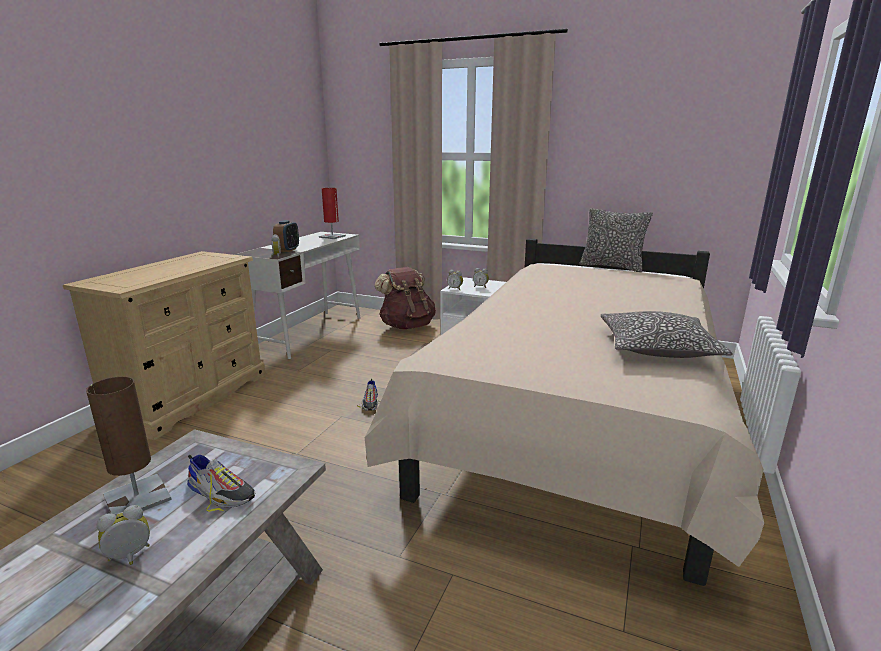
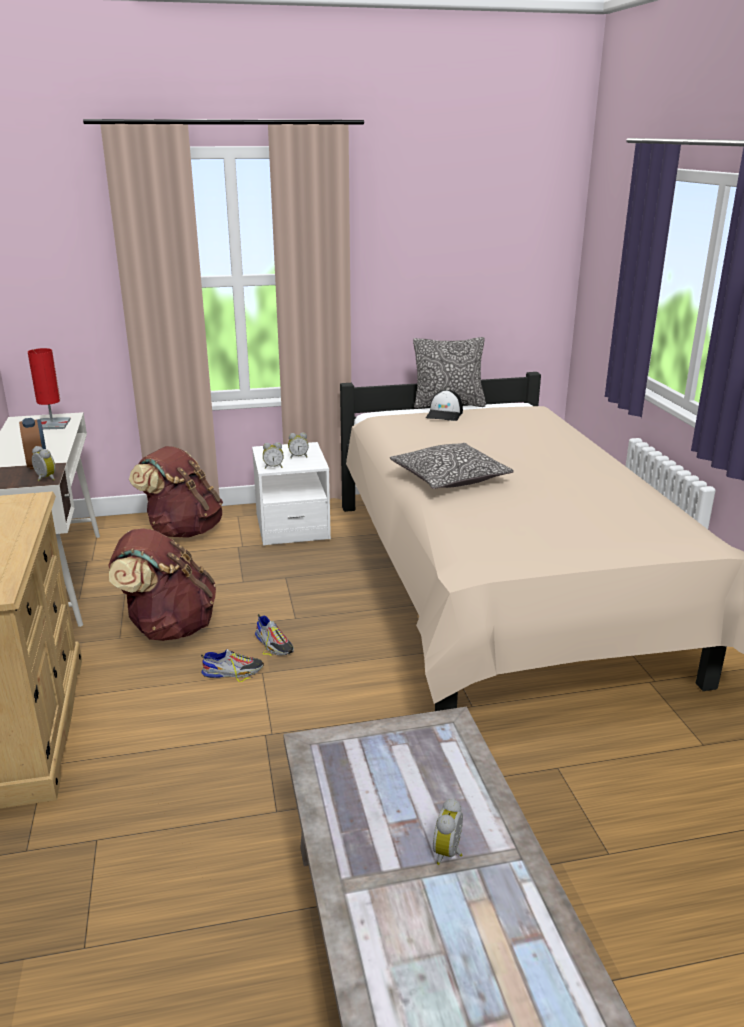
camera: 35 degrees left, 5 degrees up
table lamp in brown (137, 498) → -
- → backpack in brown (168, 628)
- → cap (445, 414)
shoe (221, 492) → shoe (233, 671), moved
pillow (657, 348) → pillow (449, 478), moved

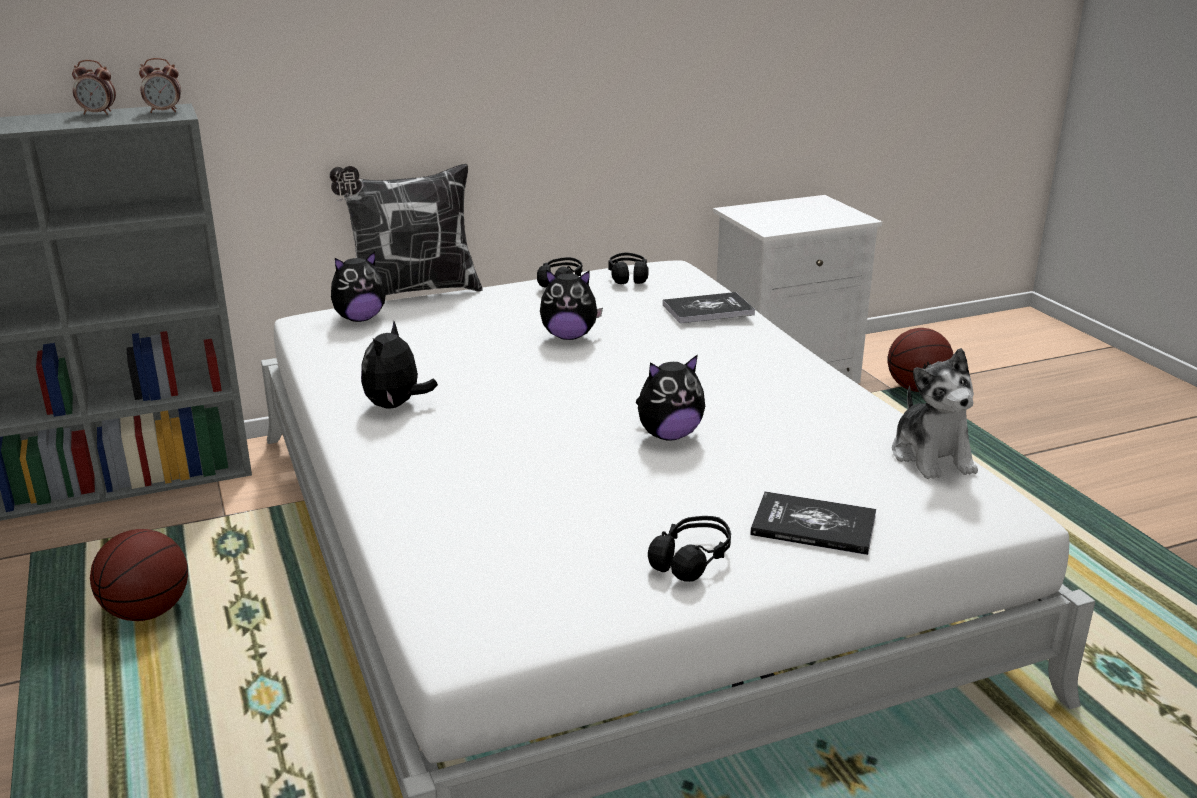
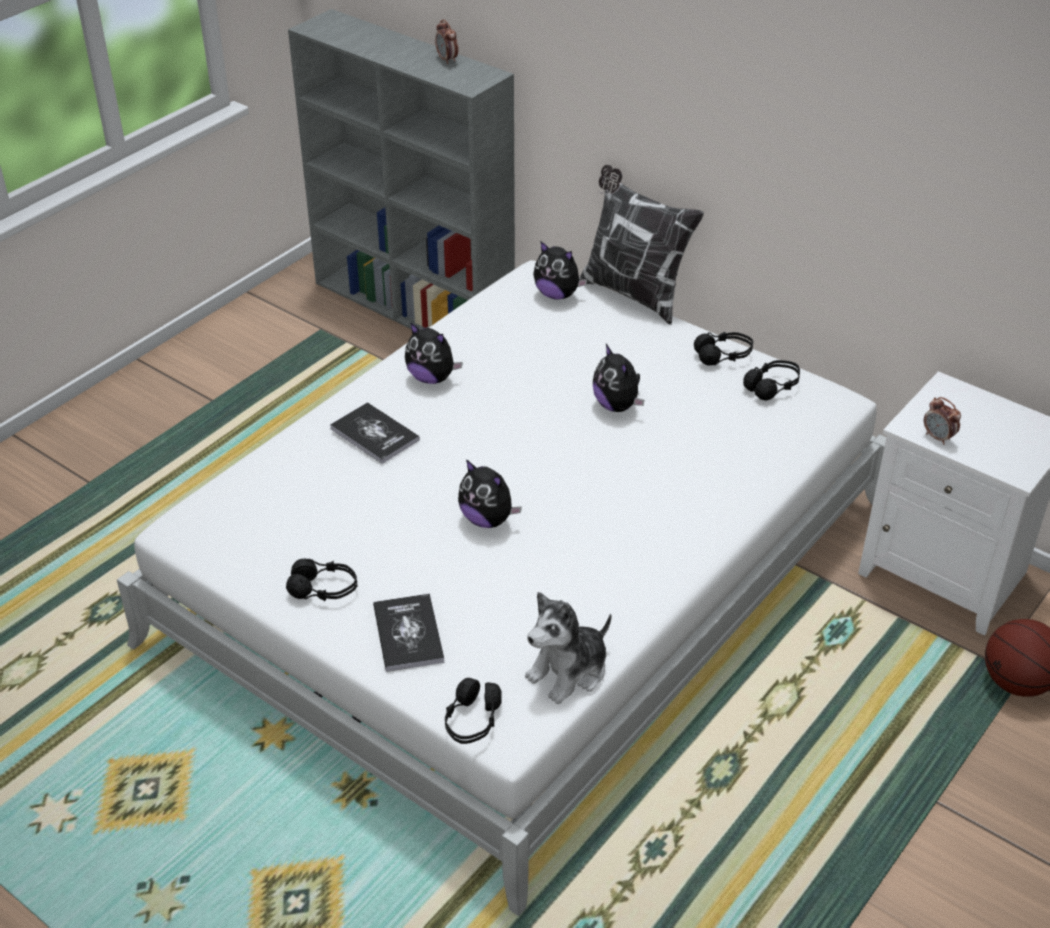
camera: 60 degrees right, 15 degrees up
basketball (147, 612) → -
- → headphones in black (472, 721)
alarm clock (164, 111) → alarm clock (938, 437), moved
book (708, 310) → book (374, 434), moved
plush toy (396, 406) → plush toy (432, 378), 135 degrees counterclockwise

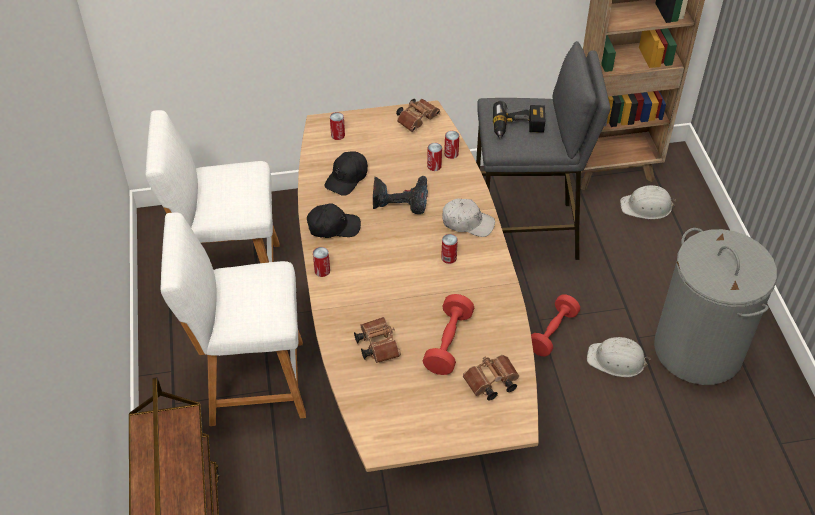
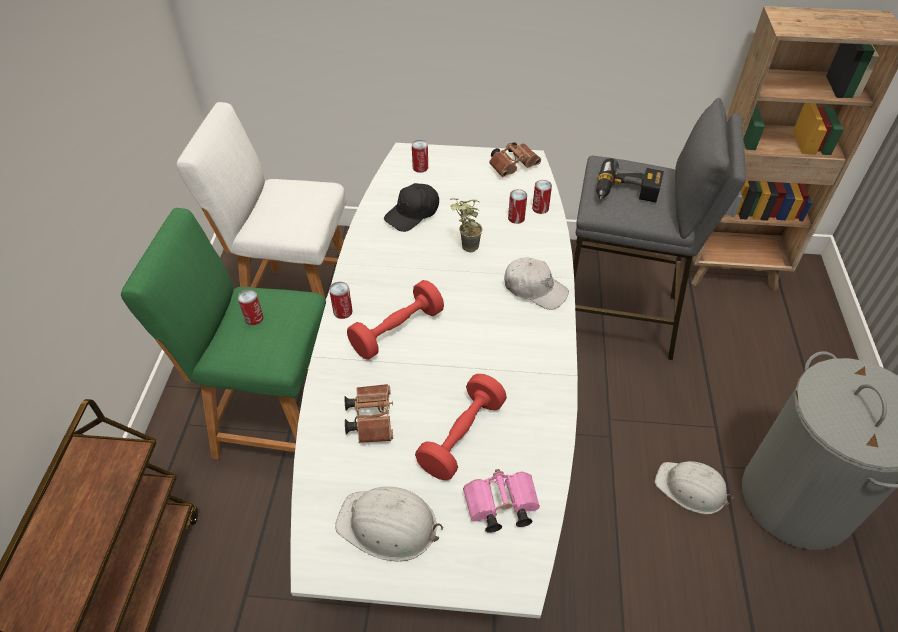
camera: 15 degrees right, 0 degrees up
cap in black (333, 227) → -
can (449, 257) → can (254, 318), moved
dumbbell in red (552, 332) → dumbbell in red (397, 331), moved
hard hat in white (646, 207) → hard hat in white (388, 525), moved
power drill (400, 199) → potted plant (464, 247)
stool in white (250, 382) → stool in green (272, 419)
dining table in brown (407, 356) → dining table in white (449, 428)
binoculars in brown (490, 383) → binoculars in pink (499, 507)

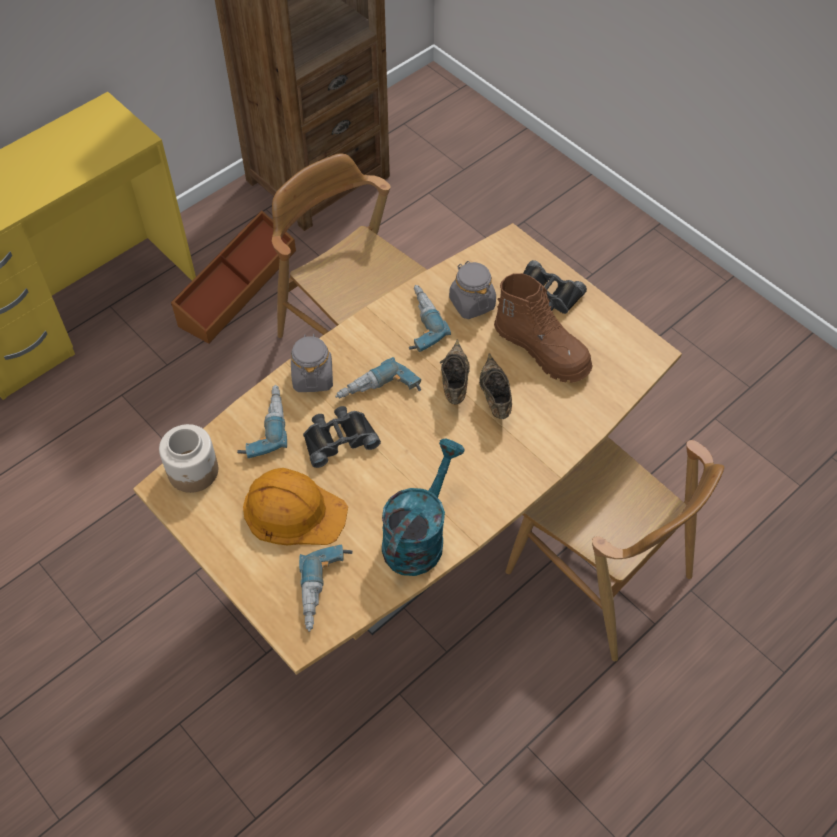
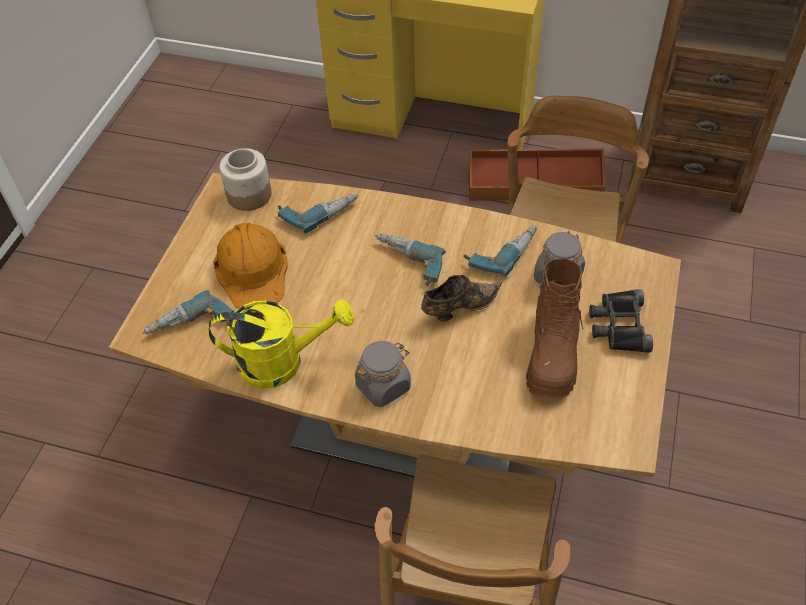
camera: 60 degrees right, 5 degrees down
binoculars in black (338, 438) → -
shoe in brown (494, 398) → -
jar in grey (312, 377) → jar in grey (383, 385), moved
watering can in turquoise (418, 536) → watering can in yellow (282, 362)

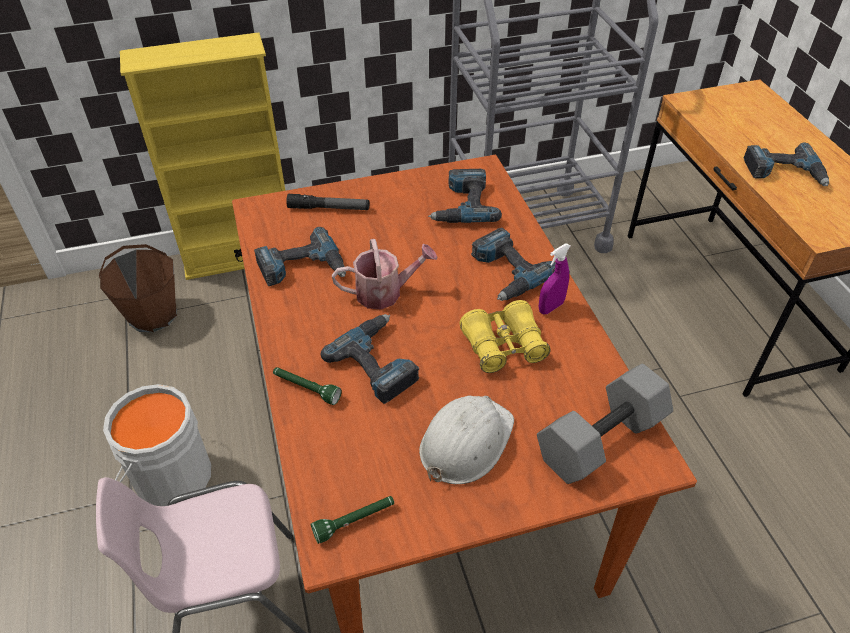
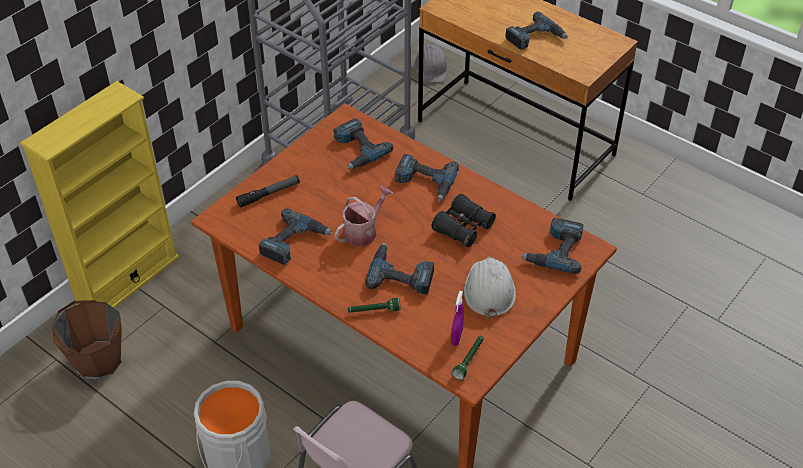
camera: 35 degrees left, 0 degrees up
- → hard hat in grey (431, 68)
spray bottle in purple (551, 307) → spray bottle in purple (456, 337), moved
dumbbell in grey (600, 437) → power drill (555, 250)
binoculars in yellow (503, 346) → binoculars in black (463, 228)

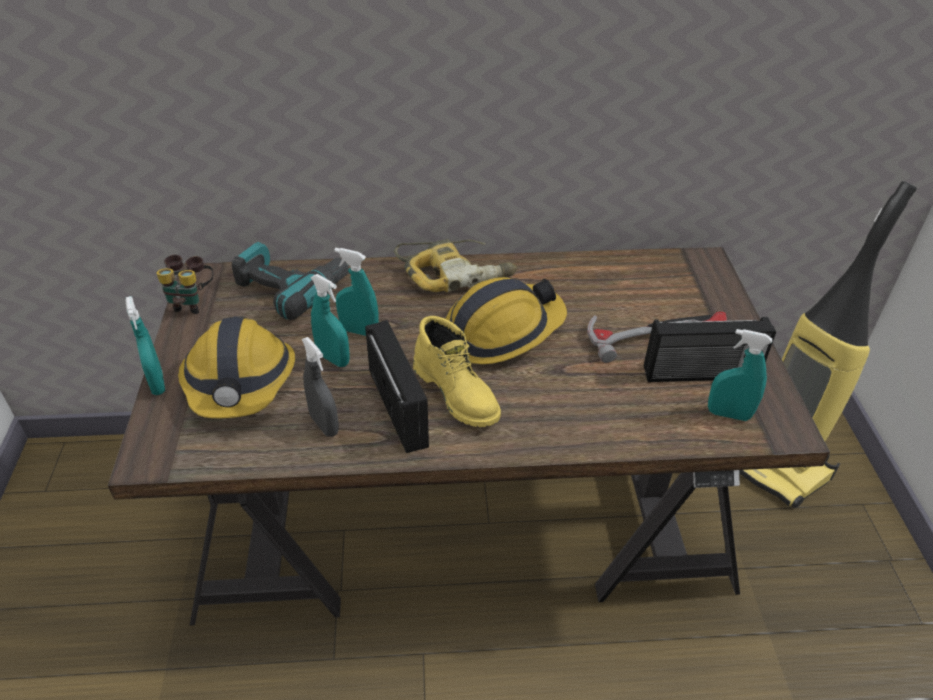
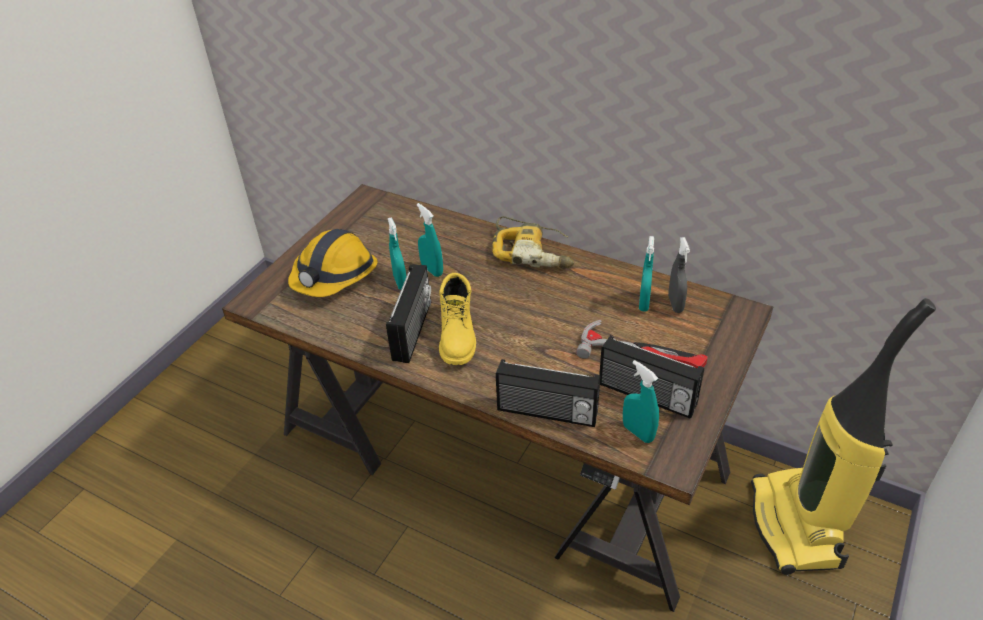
camera: 35 degrees right, 0 degrees up
binoculars (191, 302) → -
power drill (292, 287) → -
hard hat (502, 331) → -
- → radio (547, 413)
spray bottle in turquoise (157, 383) → spray bottle in turquoise (644, 303), moved
spray bottle in grey (324, 425) → spray bottle in grey (675, 304), moved

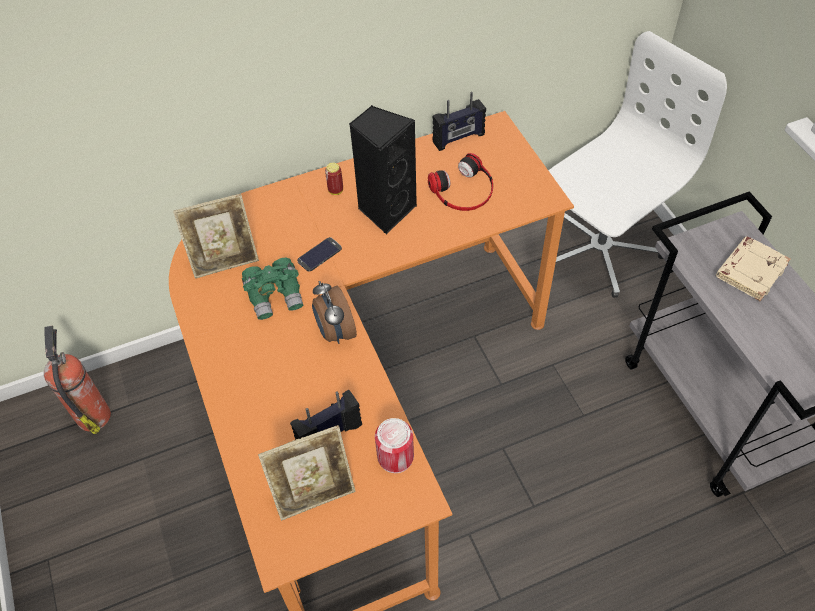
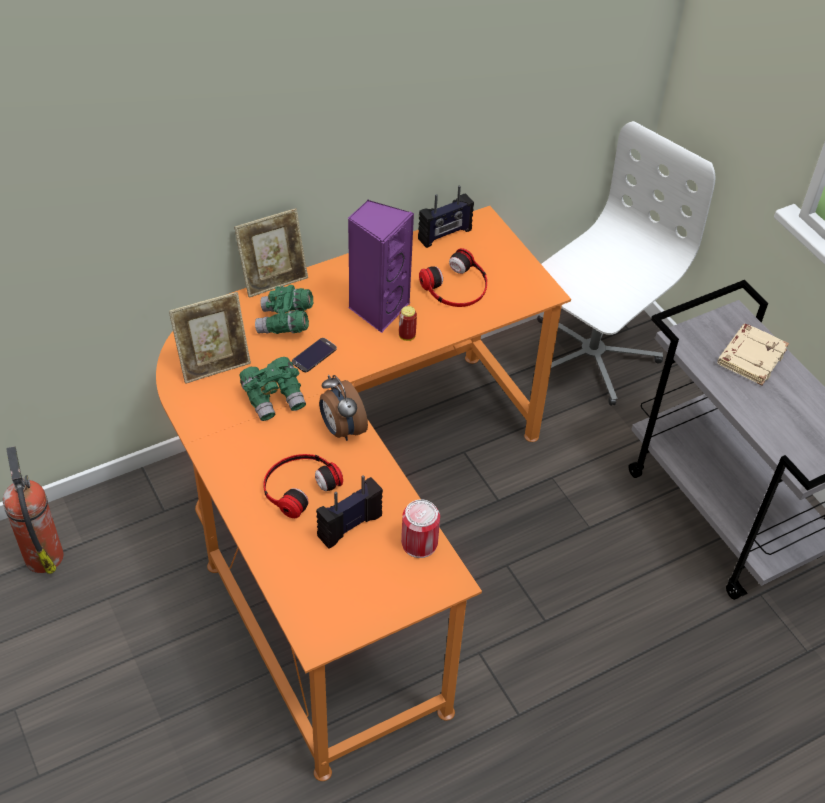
camera: 10 degrees left, 5 degrees down
- → binoculars in green (285, 323)
- → headphones (298, 486)
picture frame (314, 492) → picture frame (274, 280), moved
can (335, 190) → can (407, 336), moved
speaker in black (385, 210) → speaker in purple (377, 309)

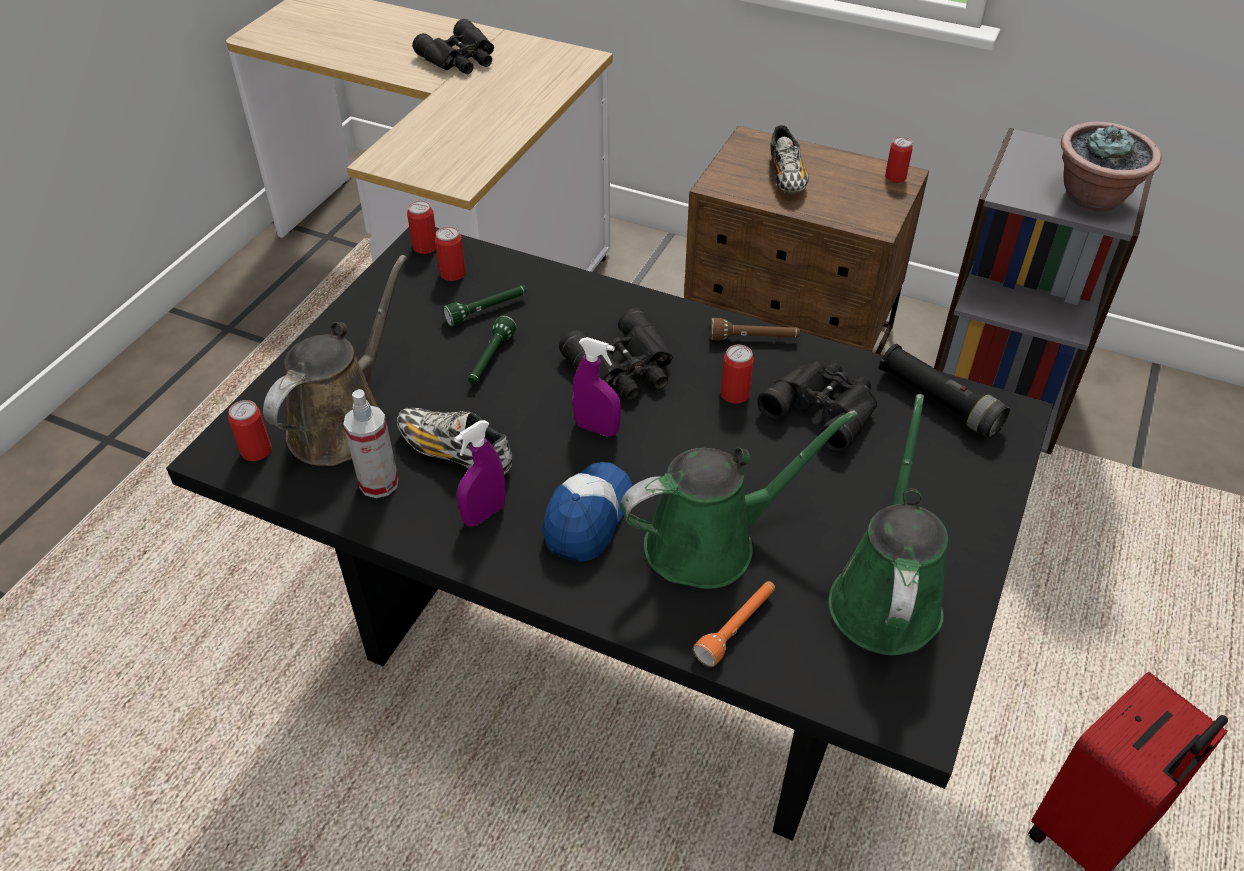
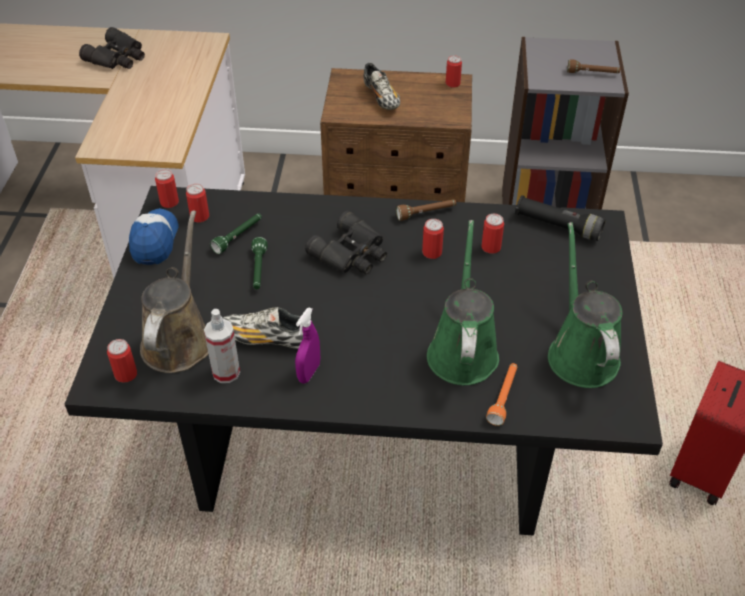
camera: 20 degrees left, 0 degrees up
spray bottle in purple (597, 428) → -
cap (588, 517) → cap (154, 241), moved
binoculars in black (823, 408) → can (491, 247)
potted plant (1093, 198) → flashlight in brown (592, 73)
watering can in green (710, 543) → watering can in green (462, 350), 45 degrees counterclockwise

